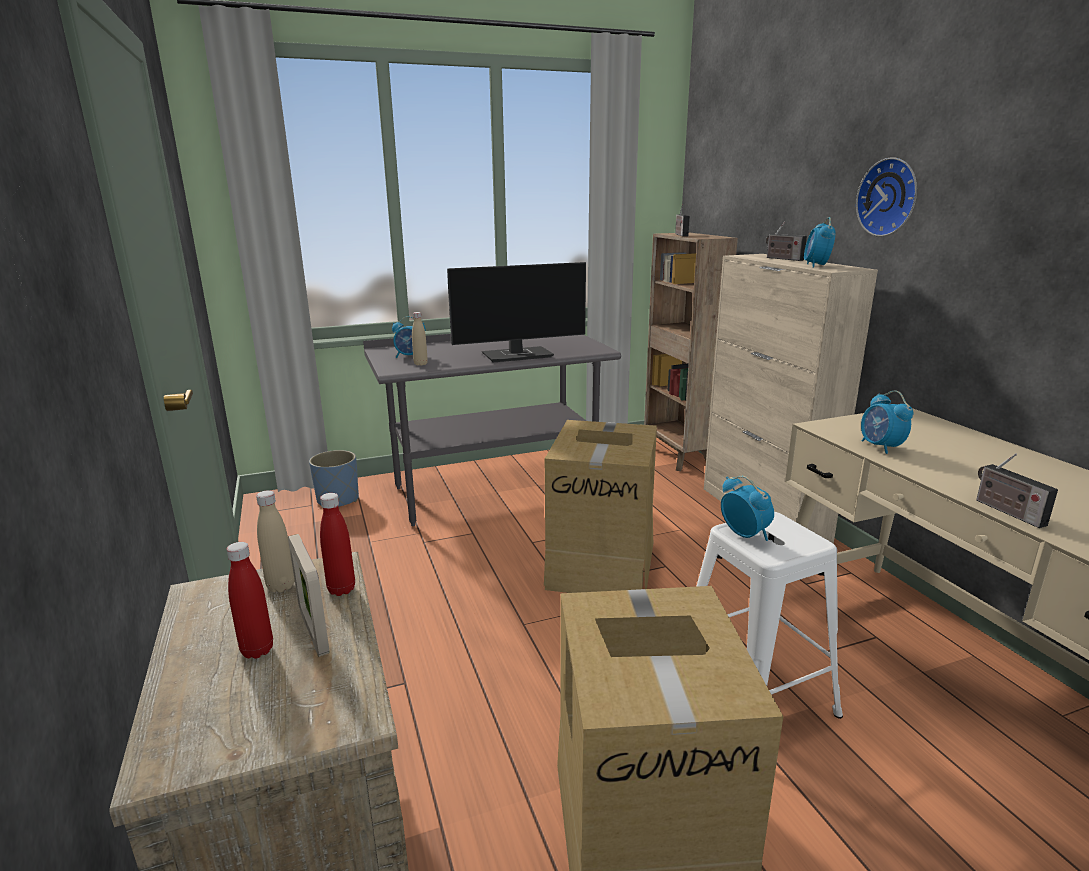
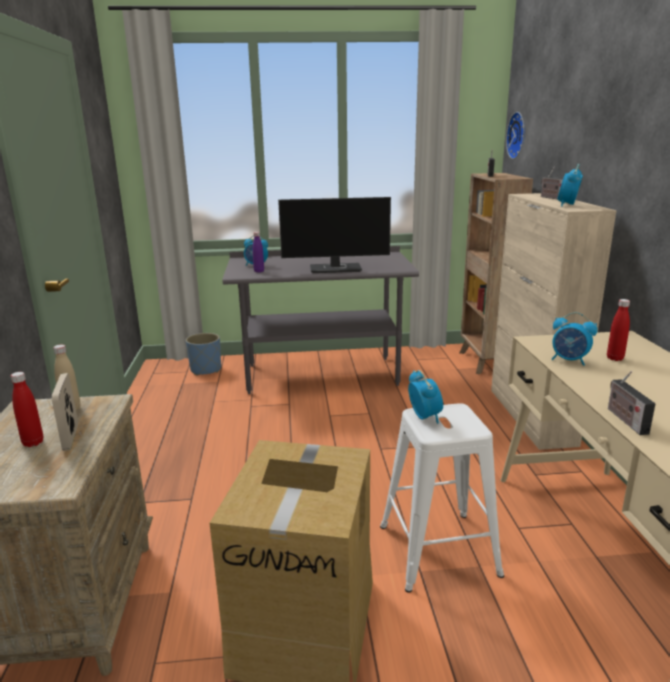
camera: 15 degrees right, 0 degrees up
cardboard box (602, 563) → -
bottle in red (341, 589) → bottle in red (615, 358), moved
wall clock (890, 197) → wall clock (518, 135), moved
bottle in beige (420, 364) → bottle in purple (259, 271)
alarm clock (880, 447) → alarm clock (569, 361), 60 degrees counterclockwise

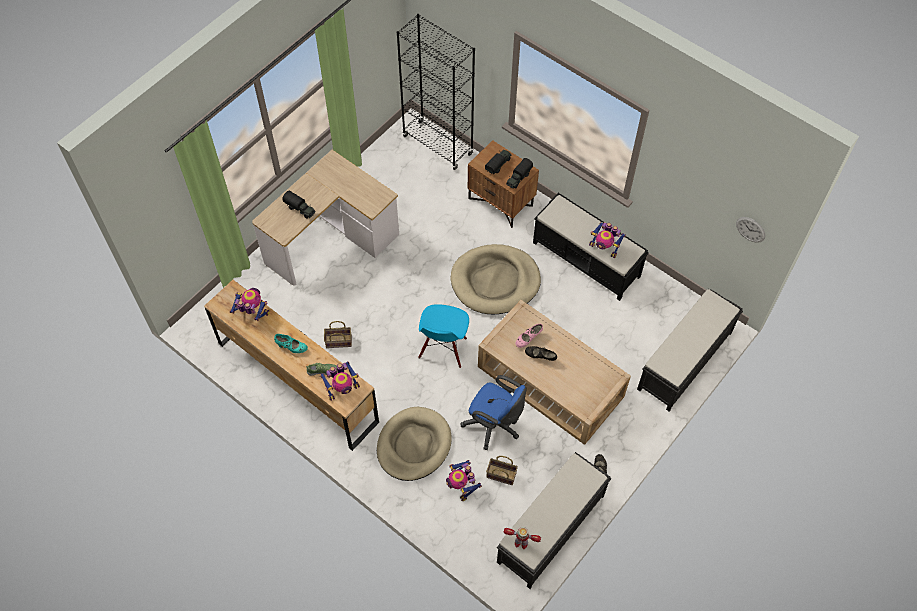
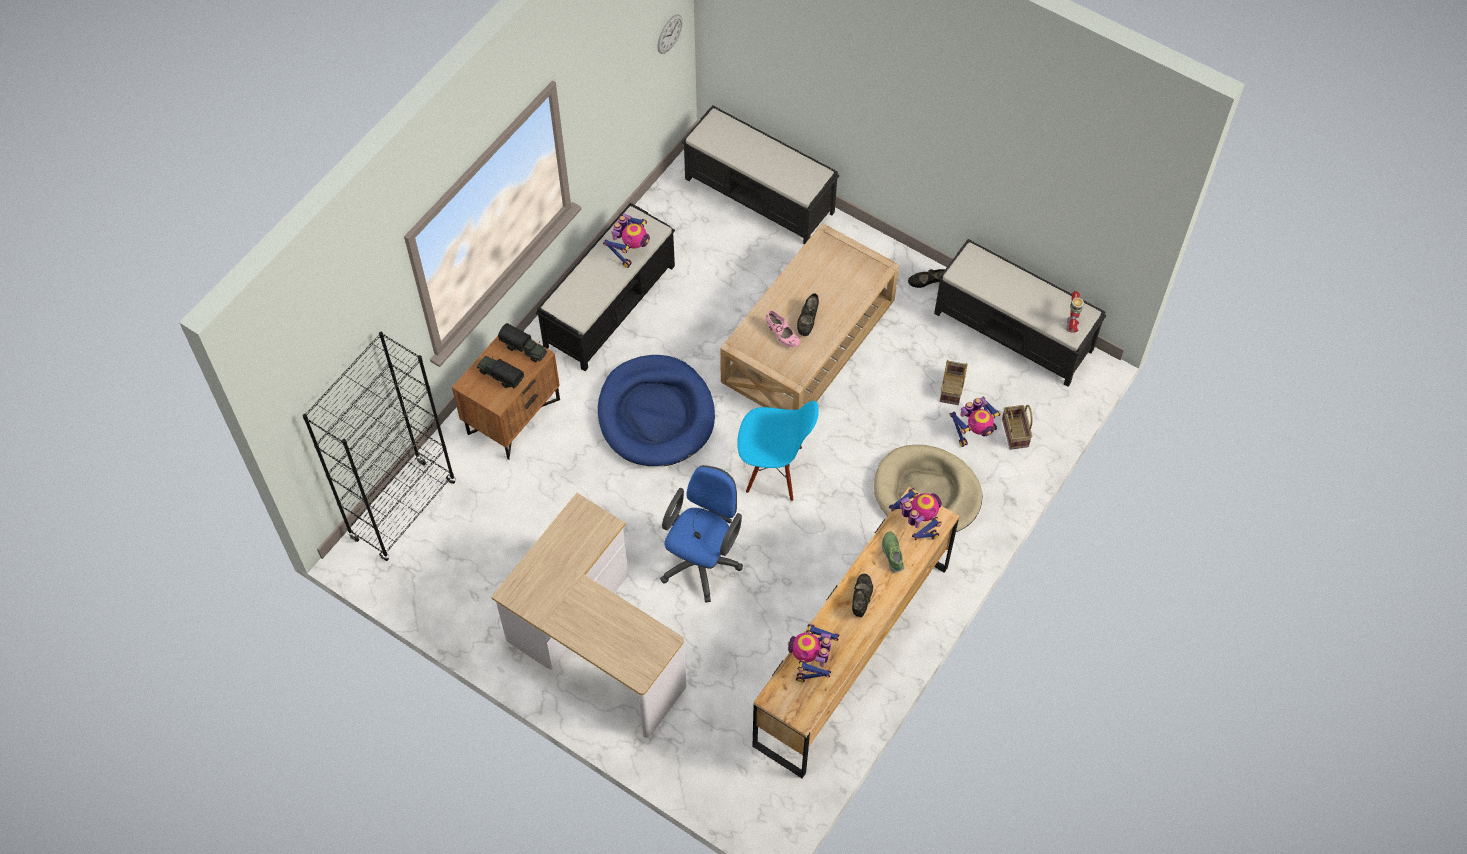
camera: 95 degrees left, 0 degrees up
toy truck (300, 209) → -
basket (338, 342) → basket (1016, 433), moved
office chair in blue (494, 425) → office chair in blue (703, 560), moved
shoe in turquoise (291, 347) → shoe in black (861, 599)
dog bed in beige (495, 281) → dog bed in blue (656, 414)

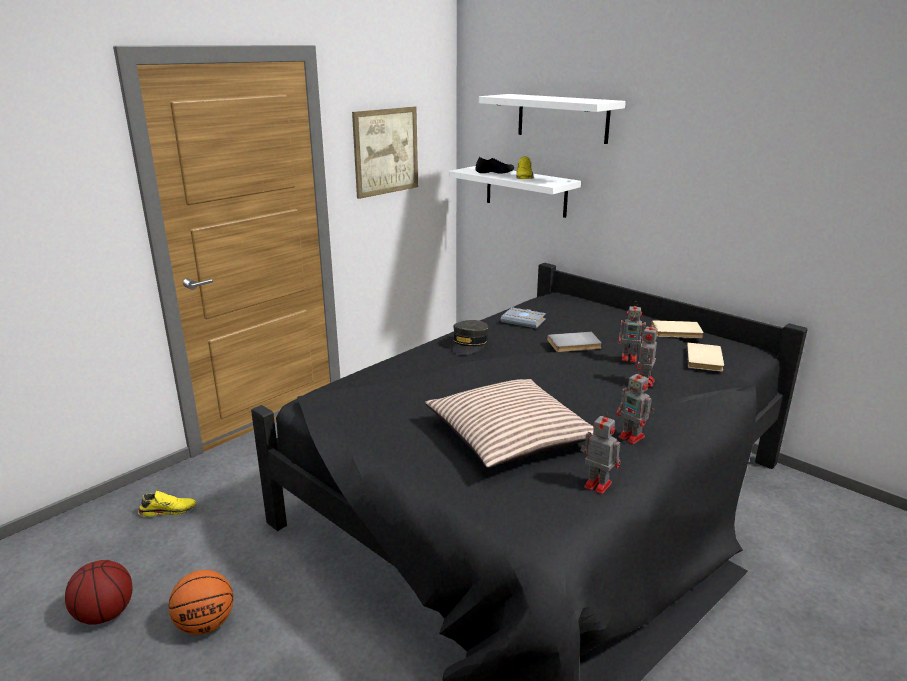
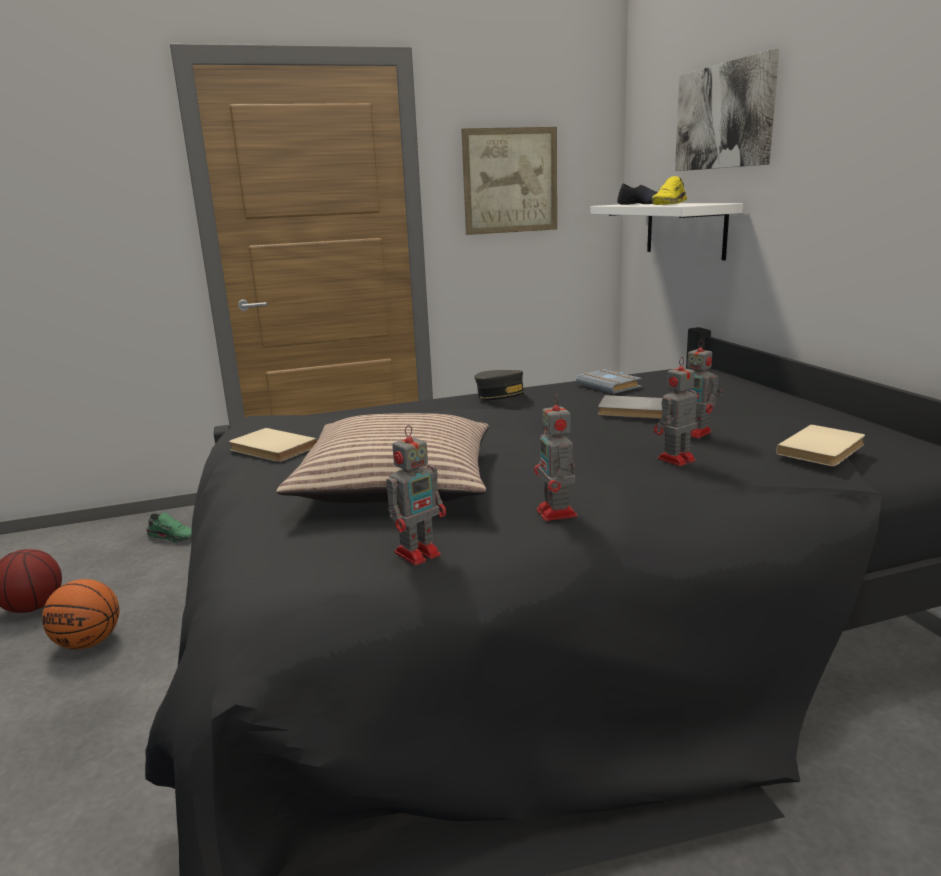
camera: 30 degrees right, 5 degrees down
book in beige (677, 332) → book in beige (271, 449), moved
shelf in white (562, 118) → picture (724, 116)
shoe in yellow (168, 510) → shoe in green (174, 537)
cap in grey (468, 344) → cap in grey (503, 399), 90 degrees counterclockwise
toy robot (596, 484) → toy robot (419, 553), 75 degrees clockwise

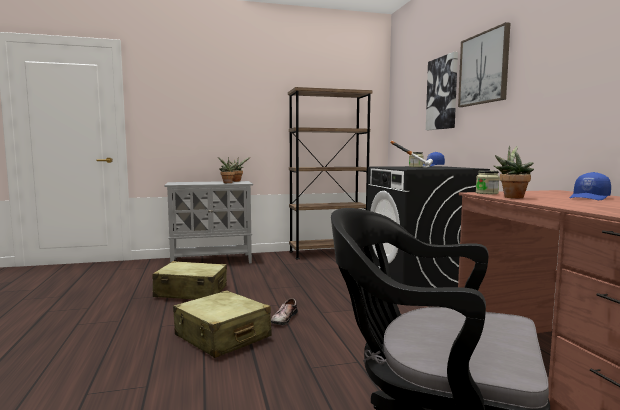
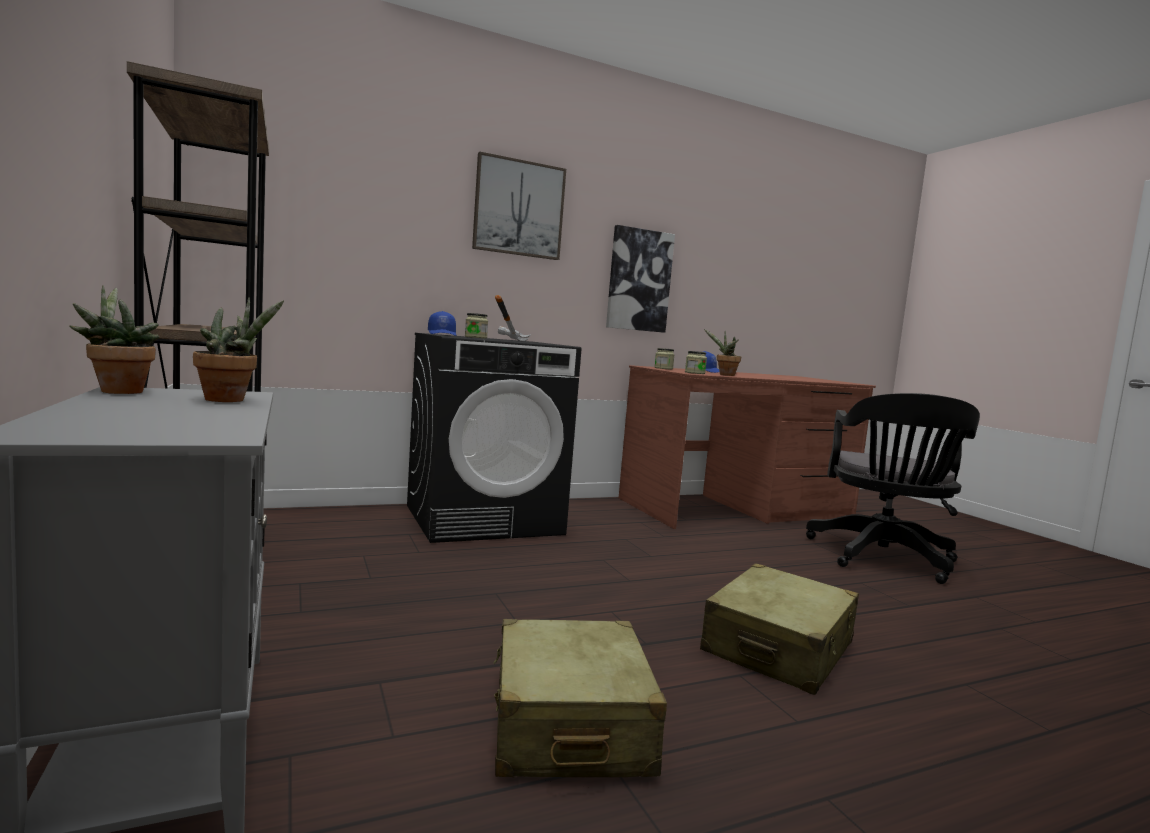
camera: 100 degrees left, 0 degrees up
shoe (283, 318) → -
- → jar (663, 368)
picture (442, 93) → picture (639, 280), moved

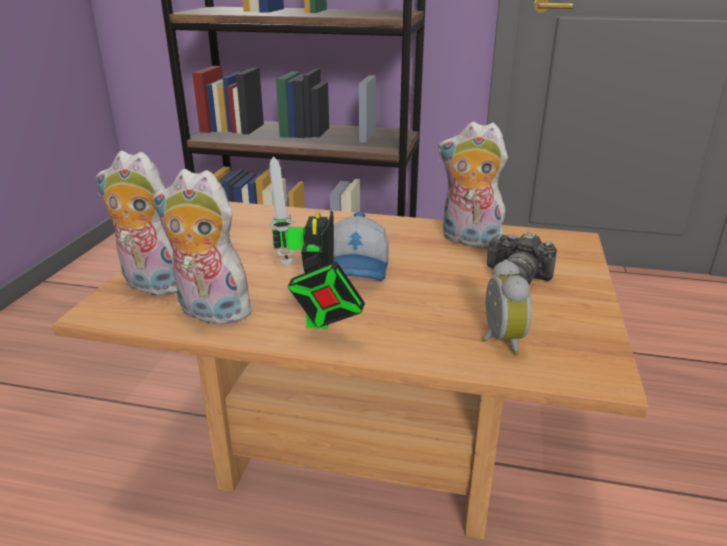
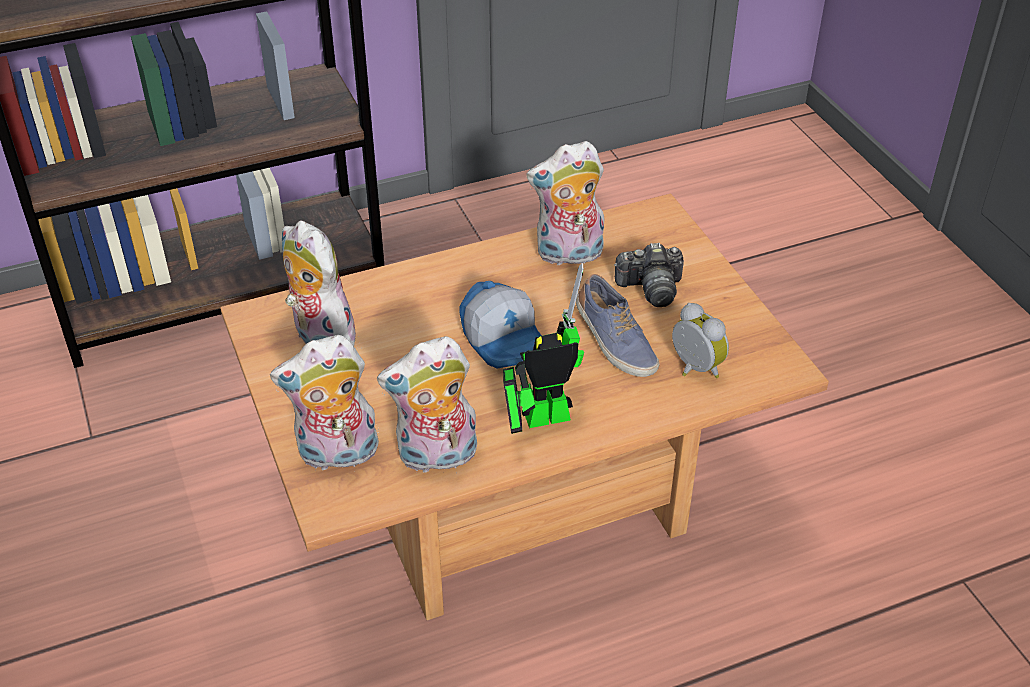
camera: 35 degrees left, 15 degrees up
- → plush toy (319, 337)
- → shoe (614, 342)
toy robot (319, 320) → toy robot (539, 418), 105 degrees clockwise

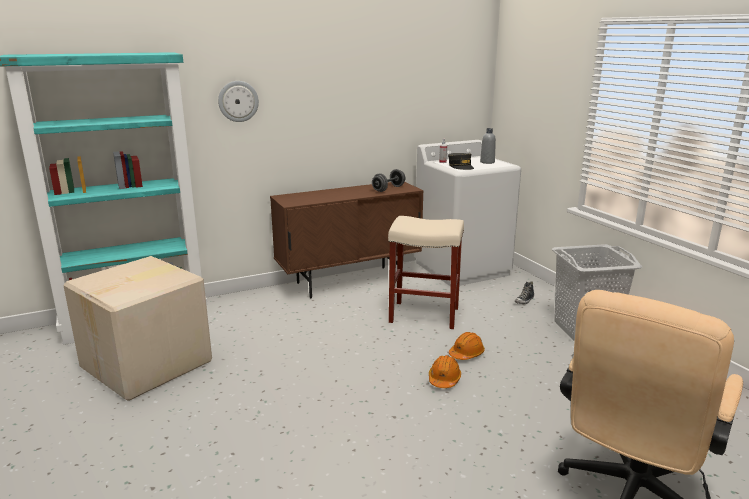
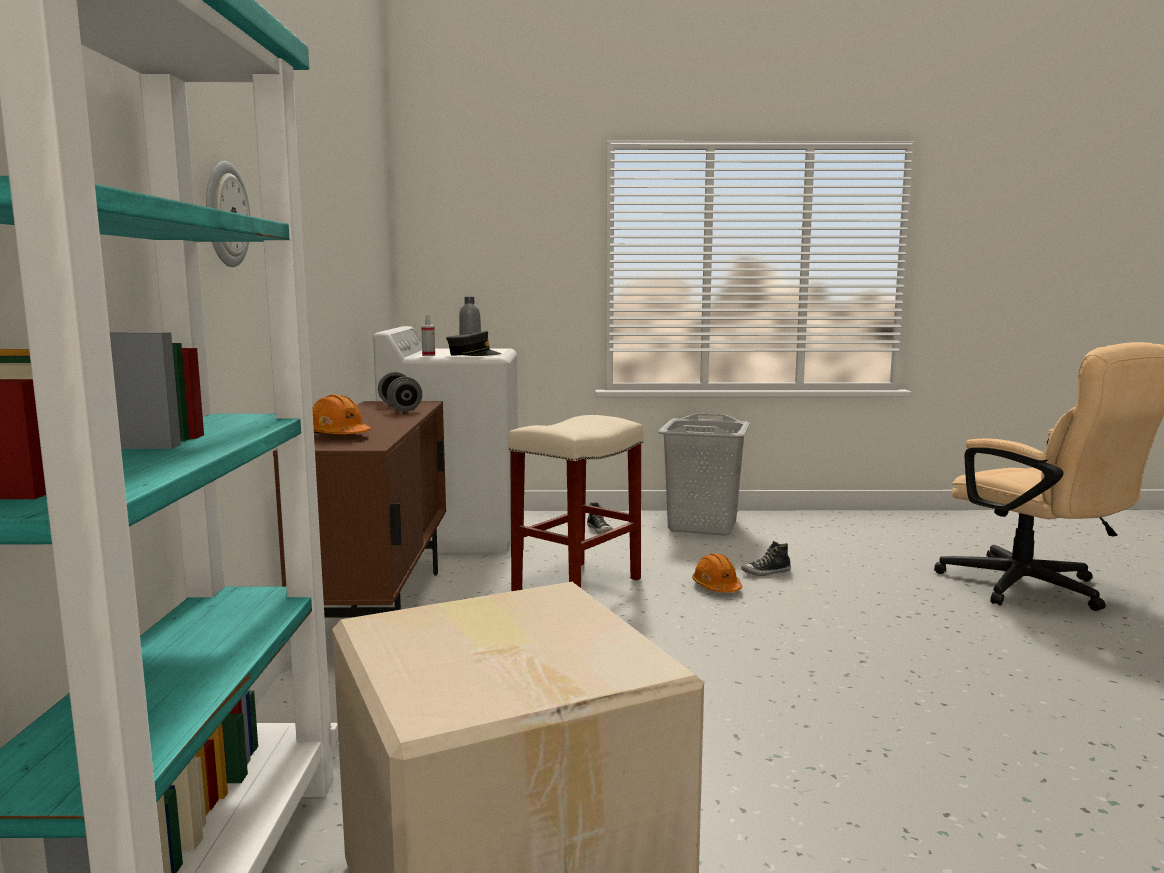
camera: 65 degrees left, 10 degrees down
- → shoe (766, 573)
hard hat in orange (444, 379) → hard hat in orange (338, 436), moved

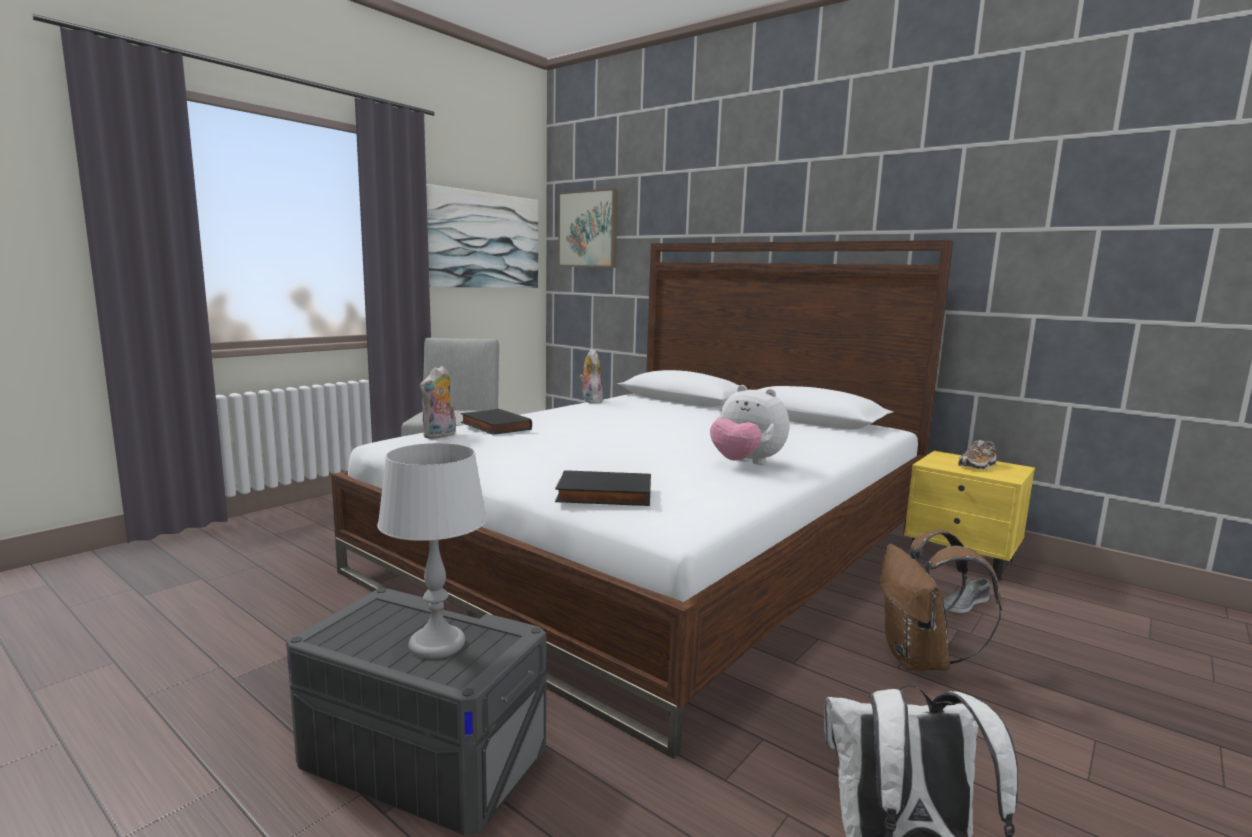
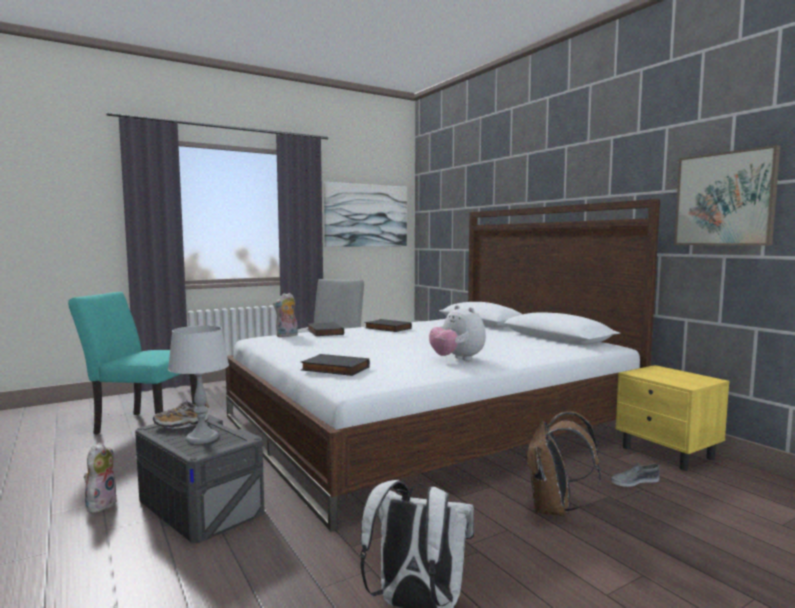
camera: 20 degrees right, 5 degrees down
- → chair in turquoise (141, 425)
- → book in black (387, 328)
picture (588, 229) → picture (724, 199), moved
plush toy (590, 401) → plush toy (100, 504), moved
shoe (977, 466) → shoe (181, 424), moved

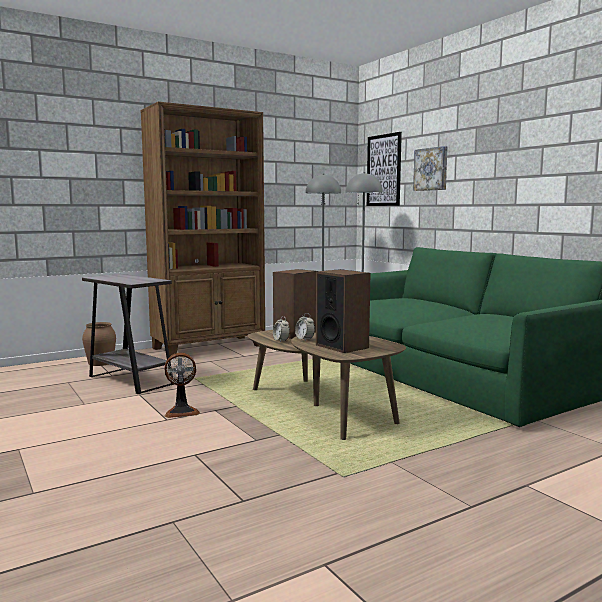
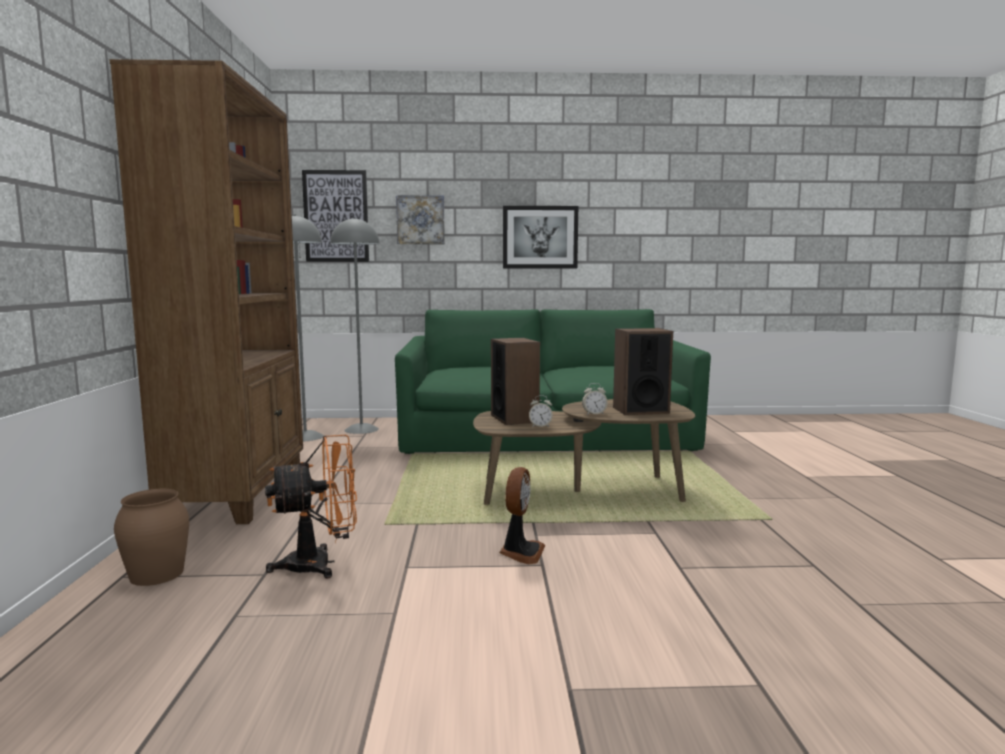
camera: 60 degrees left, 0 degrees up
- → picture (540, 237)
side table in grey (130, 380) → fan in orange (320, 564)

